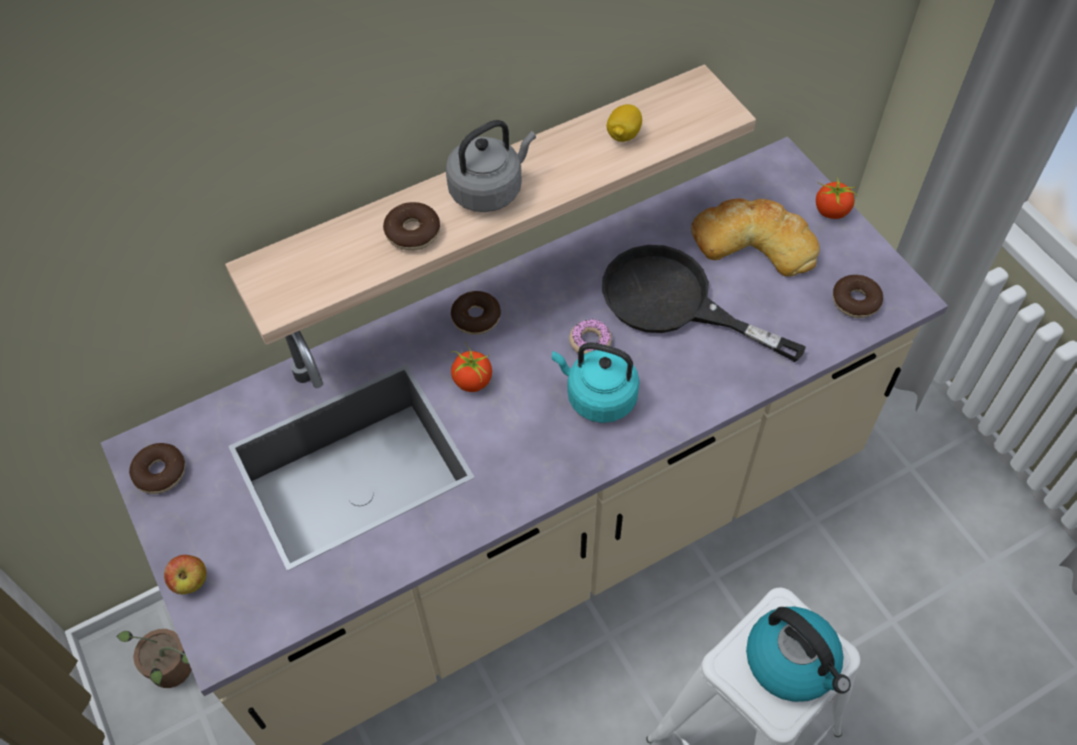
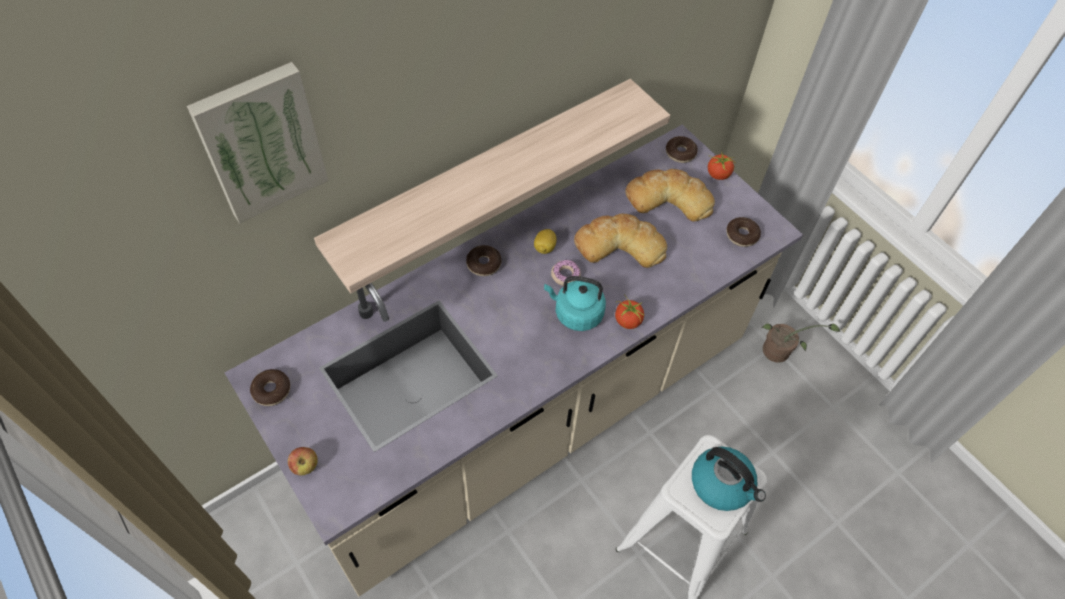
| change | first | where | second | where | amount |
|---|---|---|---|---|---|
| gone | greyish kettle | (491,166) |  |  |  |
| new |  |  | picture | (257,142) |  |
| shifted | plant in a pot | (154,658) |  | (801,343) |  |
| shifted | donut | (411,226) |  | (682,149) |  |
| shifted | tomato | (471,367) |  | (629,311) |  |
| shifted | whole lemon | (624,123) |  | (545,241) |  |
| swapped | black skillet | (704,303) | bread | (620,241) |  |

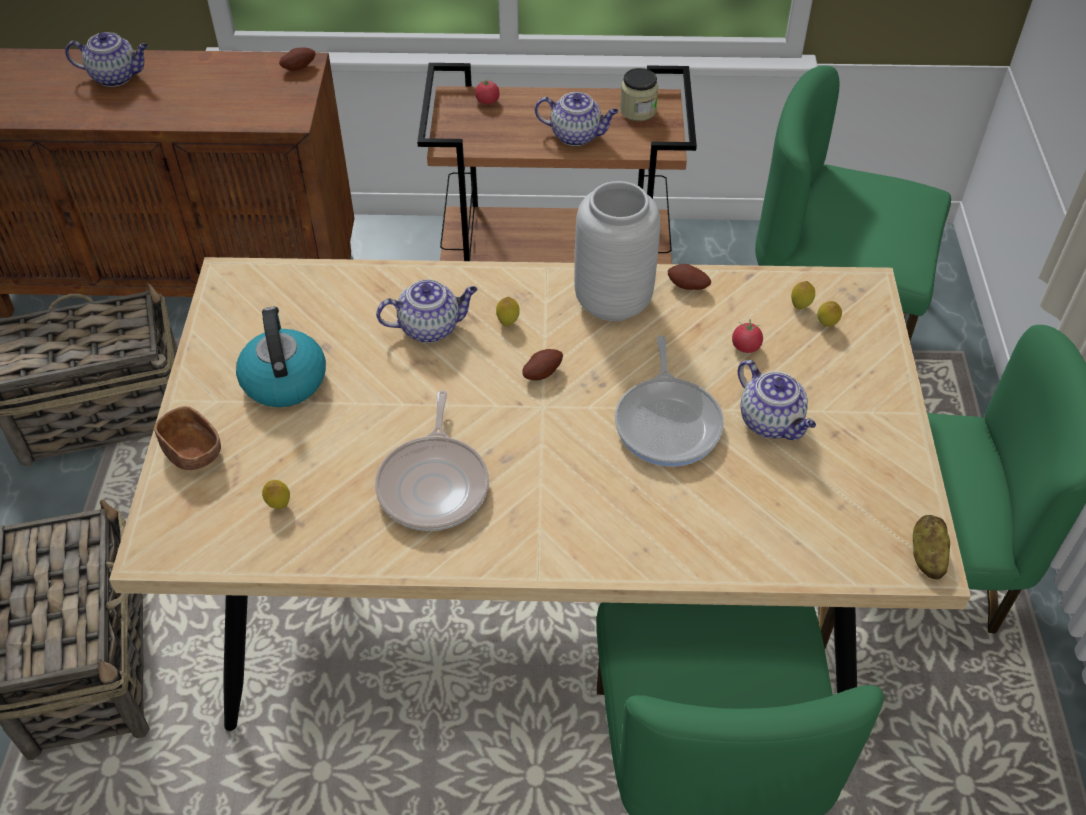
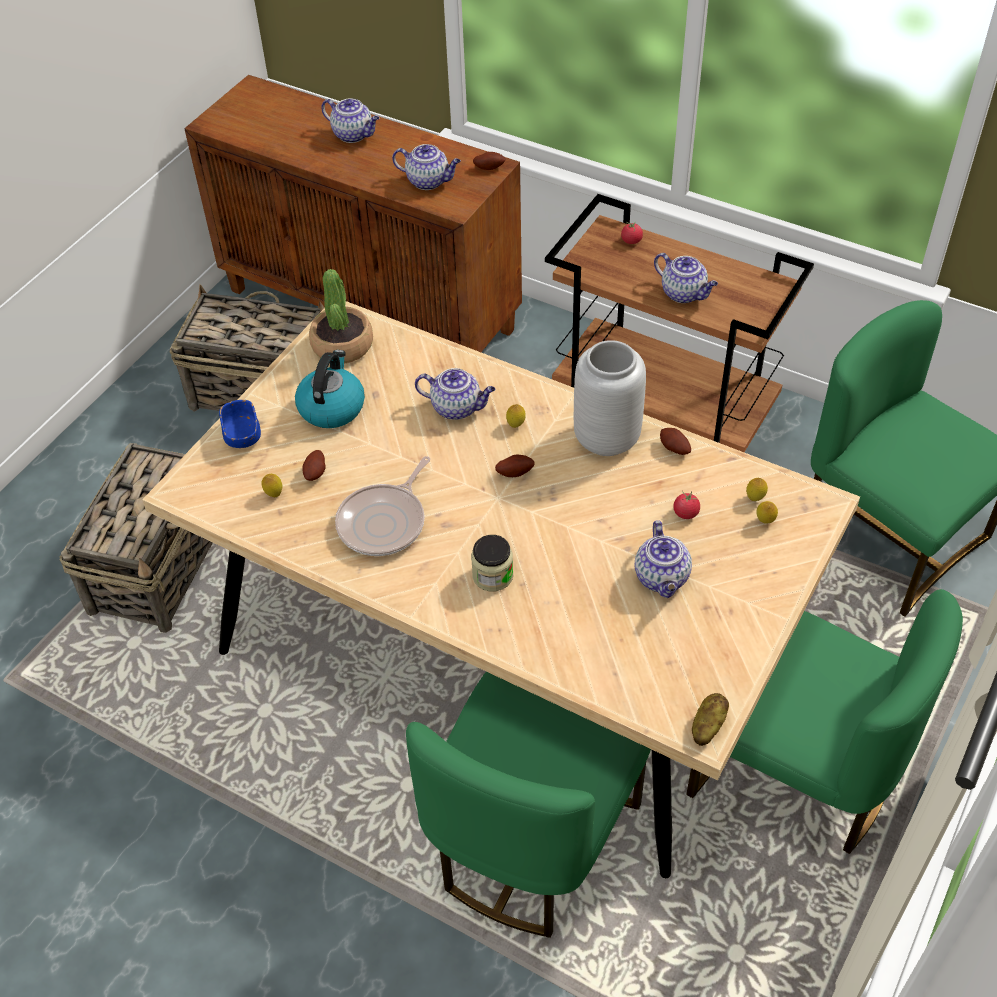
| change | first | where | second | where | amount |
|---|---|---|---|---|---|
| gone | skillet | (669,401) |  |  |  |
| new |  |  | spud | (314,465) |  |
| new |  |  | plant in a pot | (341,316) |  |
| new |  |  | tea pot | (426,167) |  |
| shifted | storage jar | (639,94) |  | (492,563) |  |
| repainted | brown deep dish | (187,438) | blue-coloured deep dish | (240,424) |  |

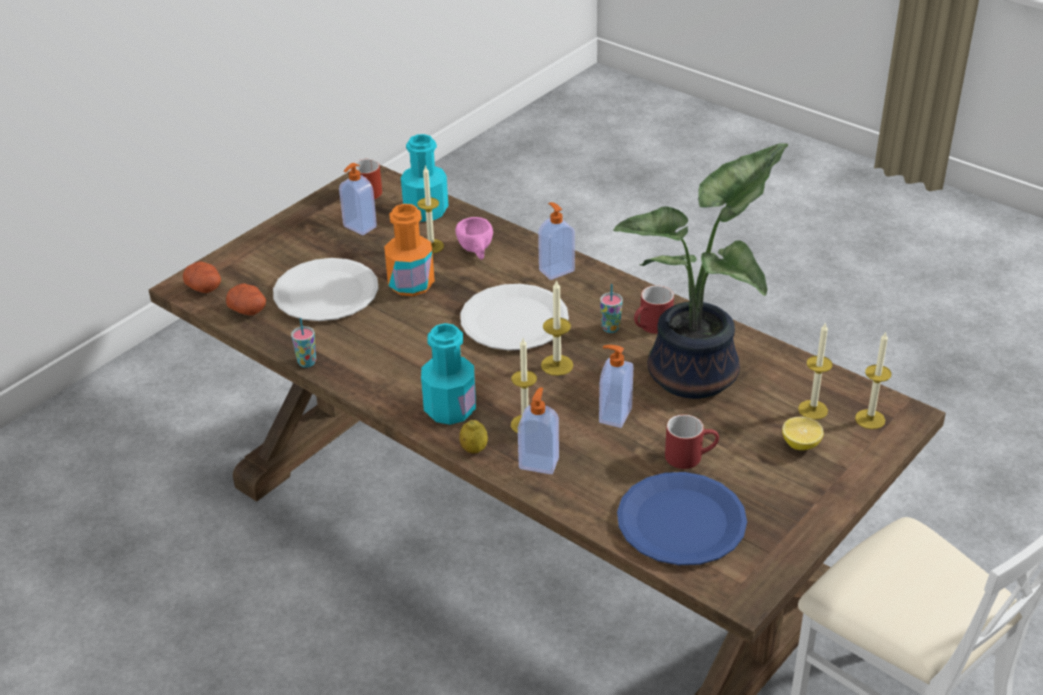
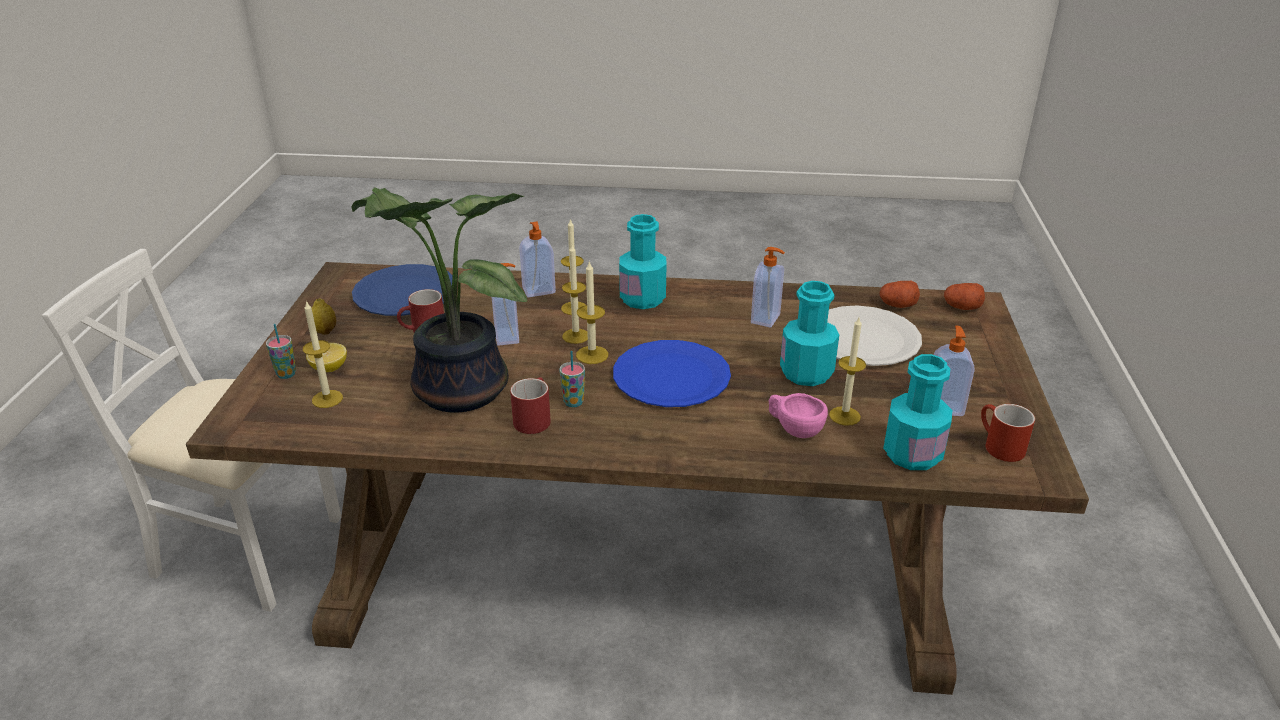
| change | first | where | second | where | amount |
|---|---|---|---|---|---|
| shifted | small cup | (303,343) |  | (281,351) |  |
| shifted | whole lemon | (473,437) |  | (324,316) |  |
| shifted | liquid soap bottle | (556,241) |  | (768,287) |  |
| shifted | candle | (873,380) |  | (575,294) |  |
| repainted | orange drink bottle | (409,250) | turquoise drink bottle | (809,333) |  |
| repainted | whitish plate | (514,317) | blue-coloured plate | (672,373) |  |

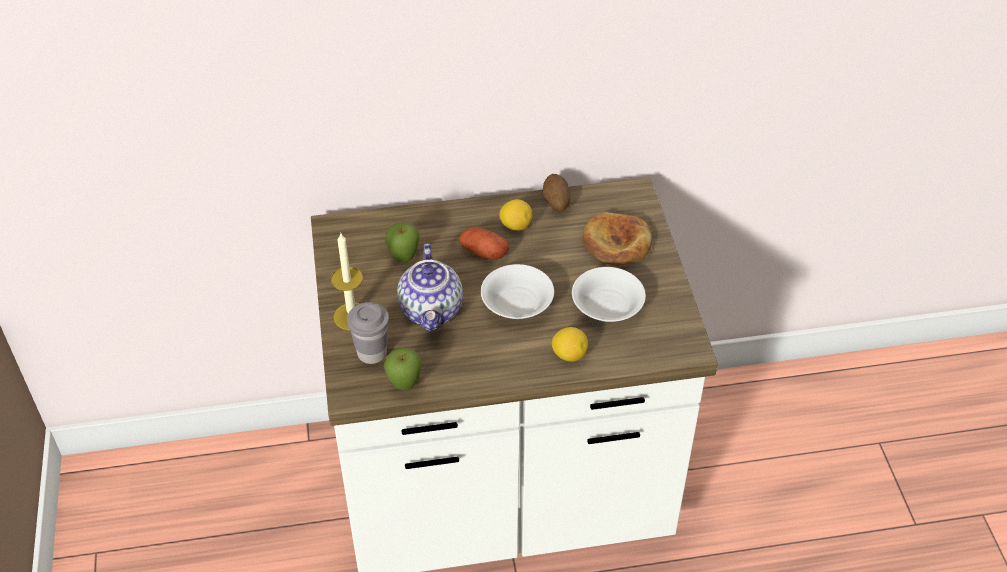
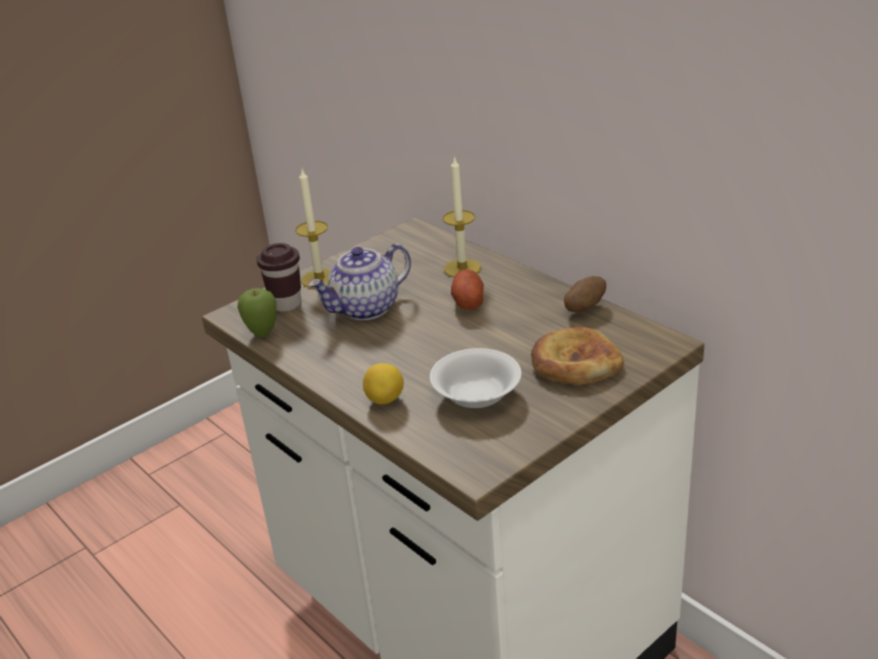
| change | first | where | second | where | amount |
|---|---|---|---|---|---|
| gone | apple fruit | (402,243) |  |  |  |
| gone | whitish deep dish | (517,291) |  |  |  |
| gone | whole lemon | (515,215) |  |  |  |
| new |  |  | candle | (462,216) |  |
| repainted | greyish small cup | (368,333) | brown small cup | (278,277) |  |

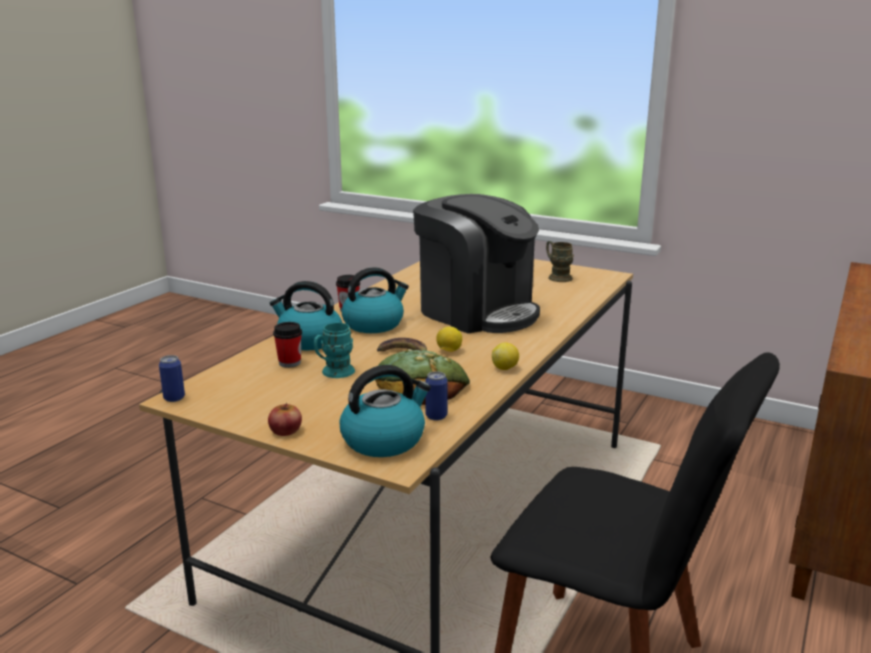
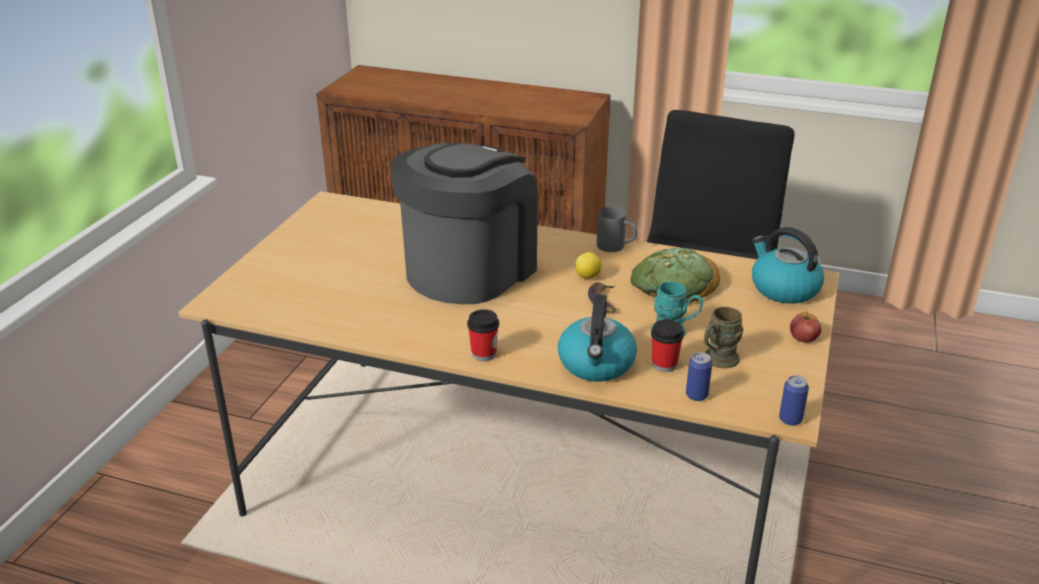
| change | first | where | second | where | amount |
|---|---|---|---|---|---|
| gone | kettle | (375,300) |  |  |  |
| shifted | sealed can | (436,396) |  | (699,376) |  |
| shifted | brown mug | (560,261) |  | (723,337) |  |
| swapped | whole lemon | (505,356) | greyish mug | (617,229) |  |

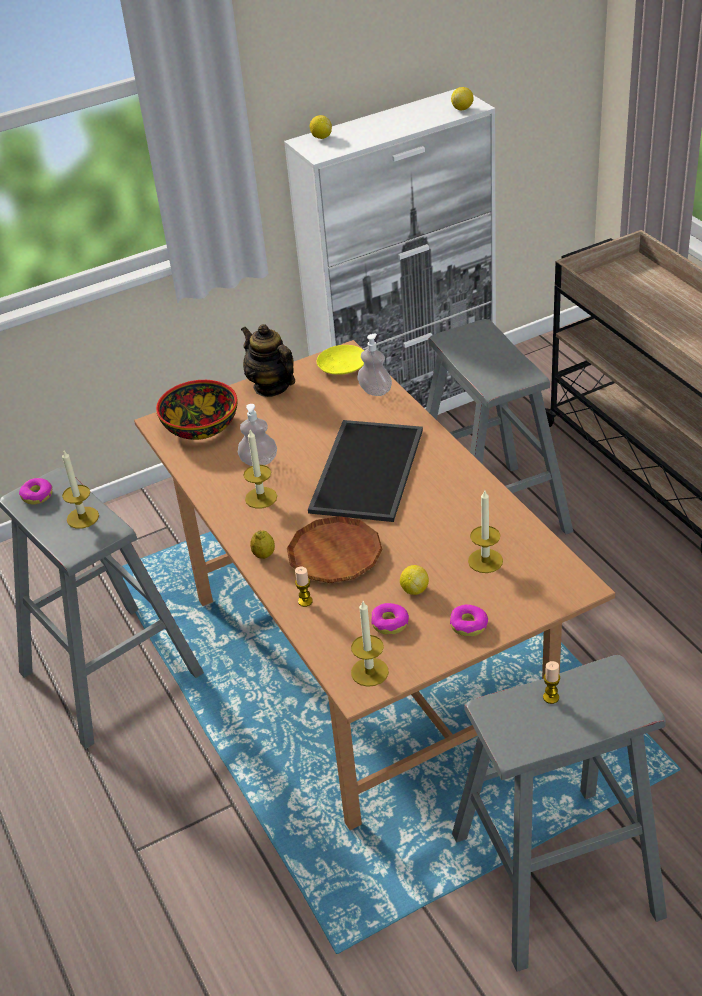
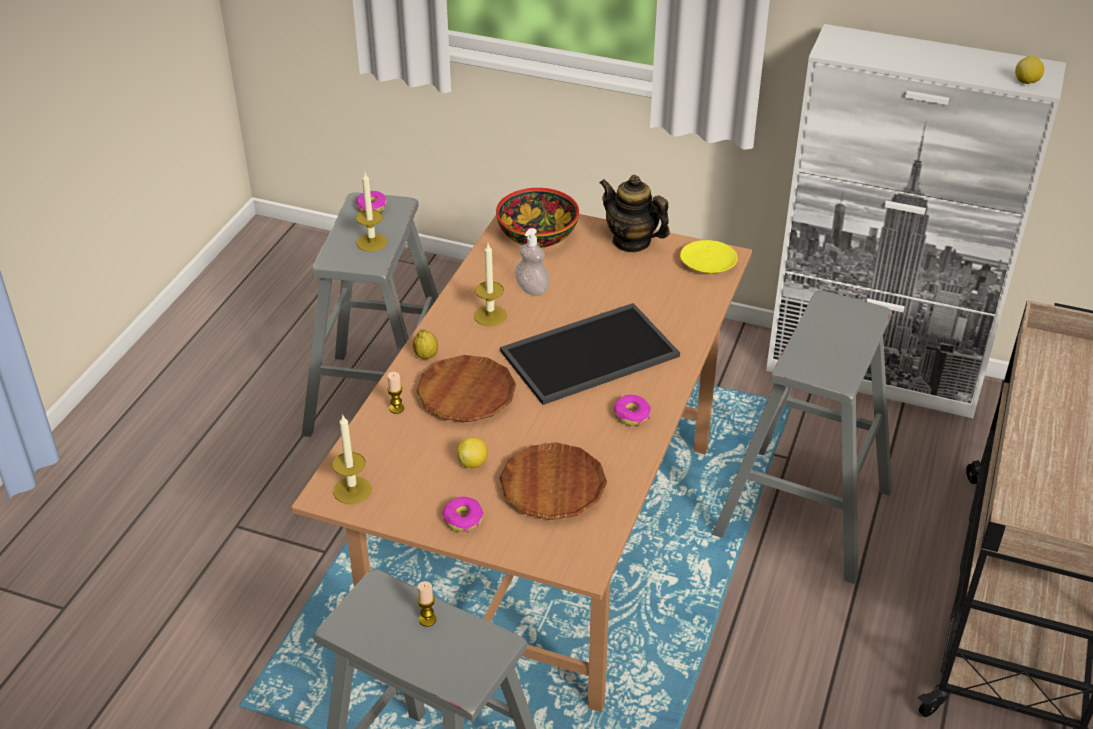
| change | first | where | second | where | amount |
|---|---|---|---|---|---|
| gone | whole lemon | (321,127) |  |  |  |
| gone | liquid soap bottle | (375,365) |  |  |  |
| shifted | donut | (390,619) |  | (632,410) |  |
| swapped | candle | (485,531) | brown plate | (553,481) |  |
| rotated | tea pot | (268,360) |  | (635,213) | 60 degrees counterclockwise |

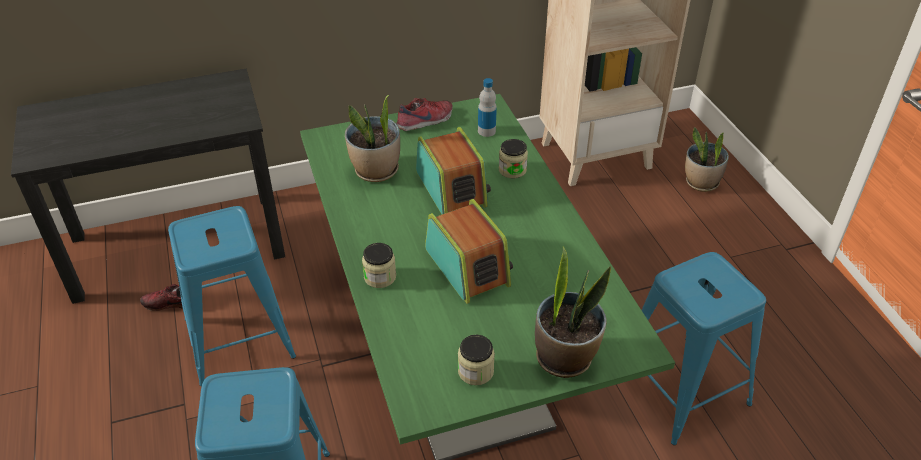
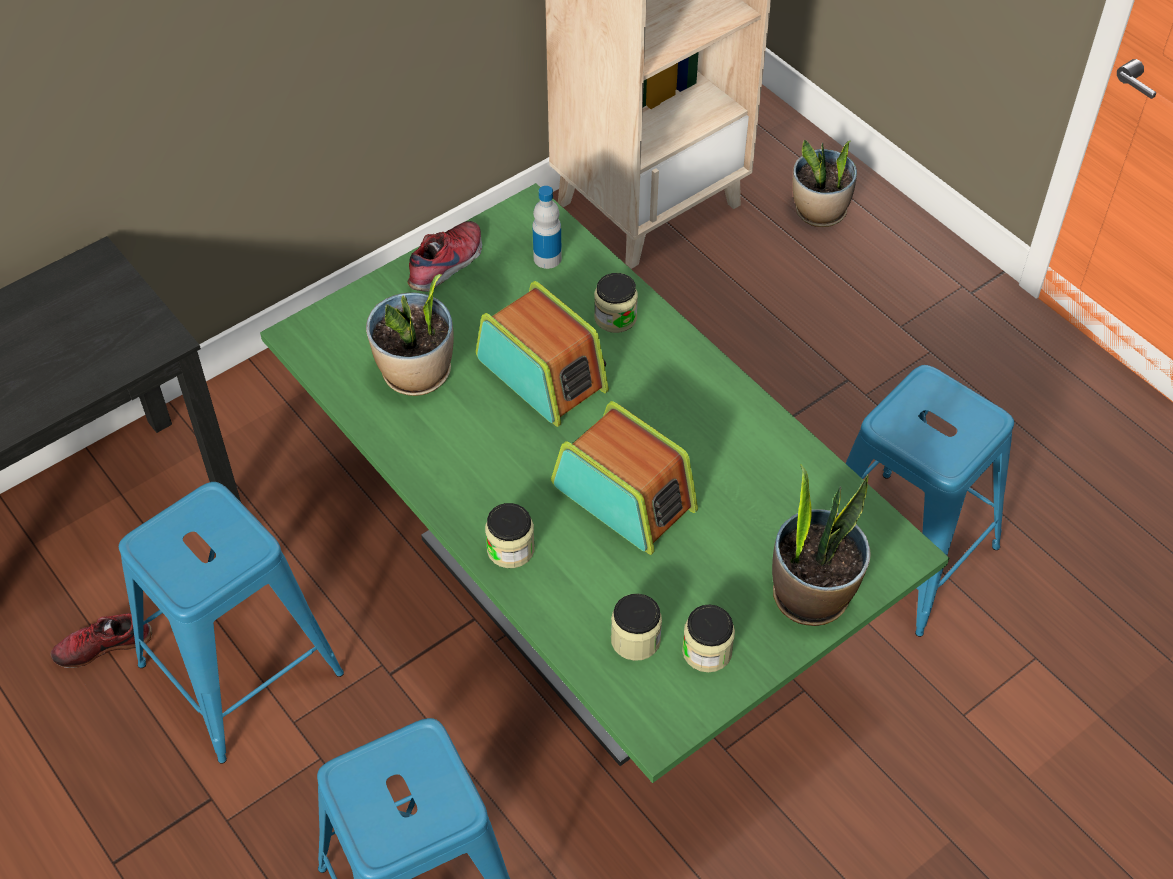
| change | first | where | second | where | amount |
|---|---|---|---|---|---|
| new |  |  | storage jar | (636,627) |  |

